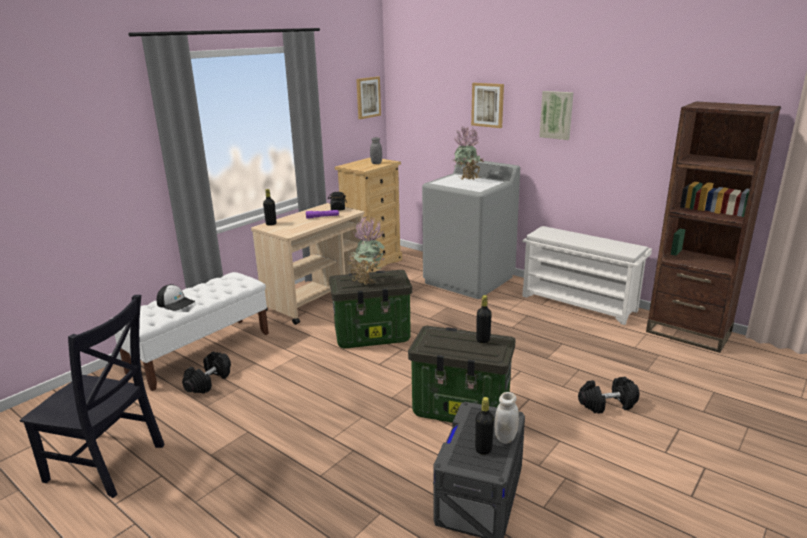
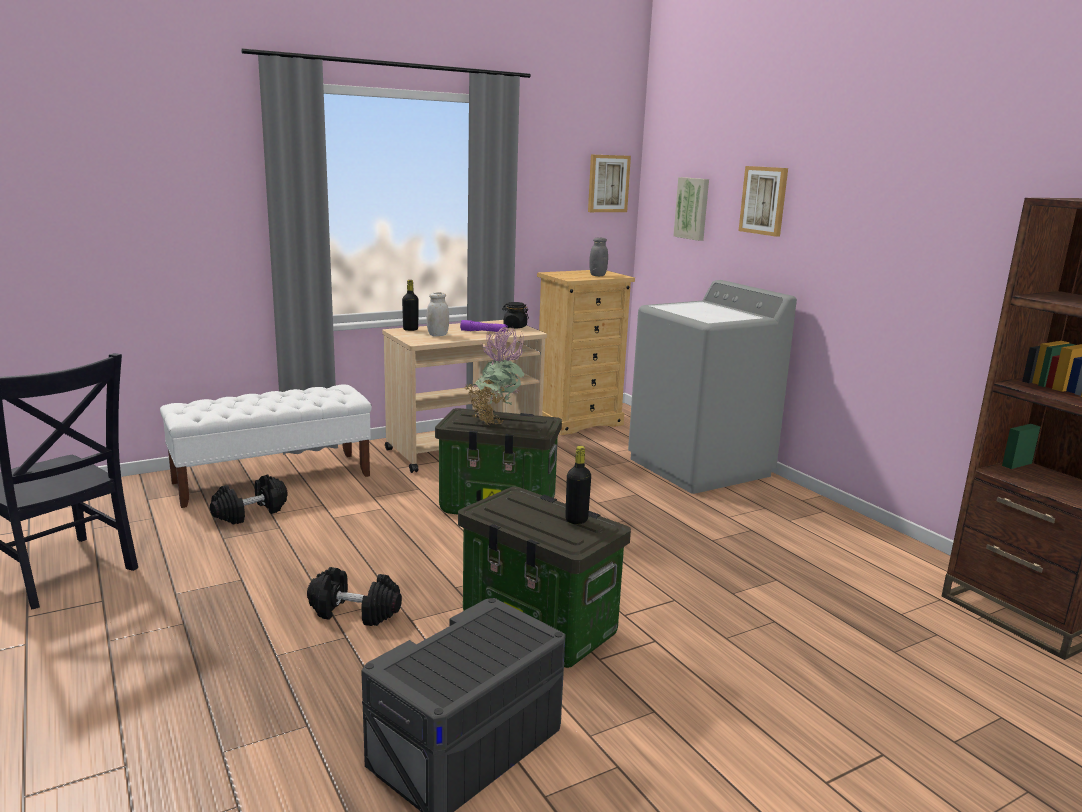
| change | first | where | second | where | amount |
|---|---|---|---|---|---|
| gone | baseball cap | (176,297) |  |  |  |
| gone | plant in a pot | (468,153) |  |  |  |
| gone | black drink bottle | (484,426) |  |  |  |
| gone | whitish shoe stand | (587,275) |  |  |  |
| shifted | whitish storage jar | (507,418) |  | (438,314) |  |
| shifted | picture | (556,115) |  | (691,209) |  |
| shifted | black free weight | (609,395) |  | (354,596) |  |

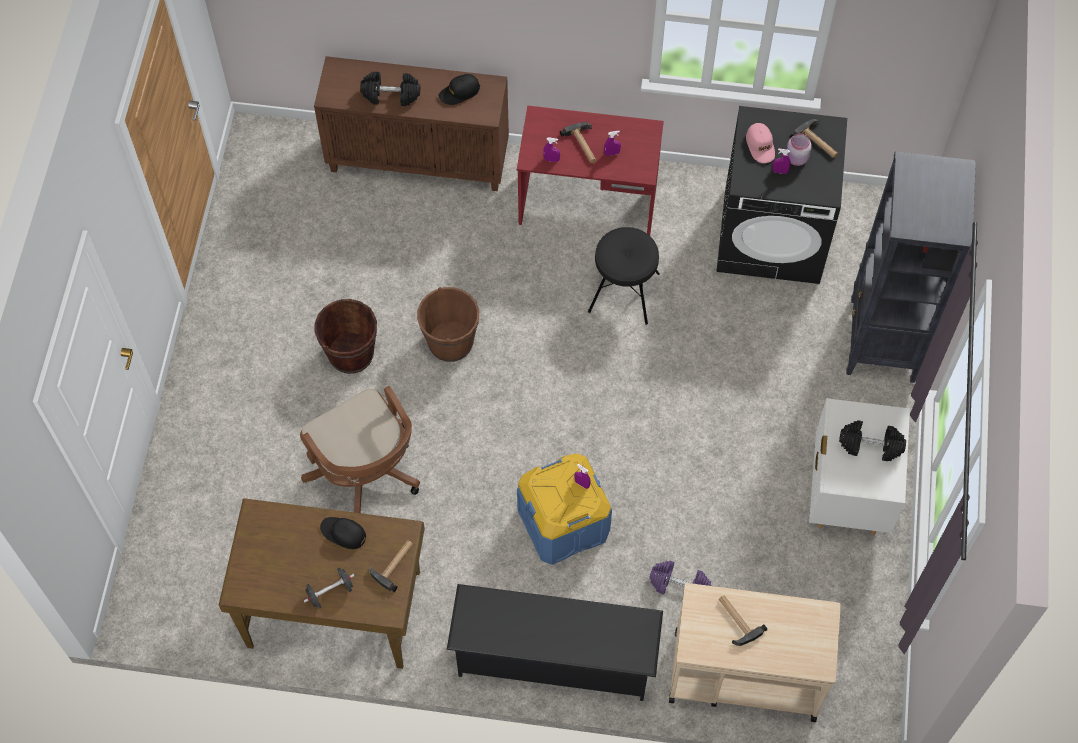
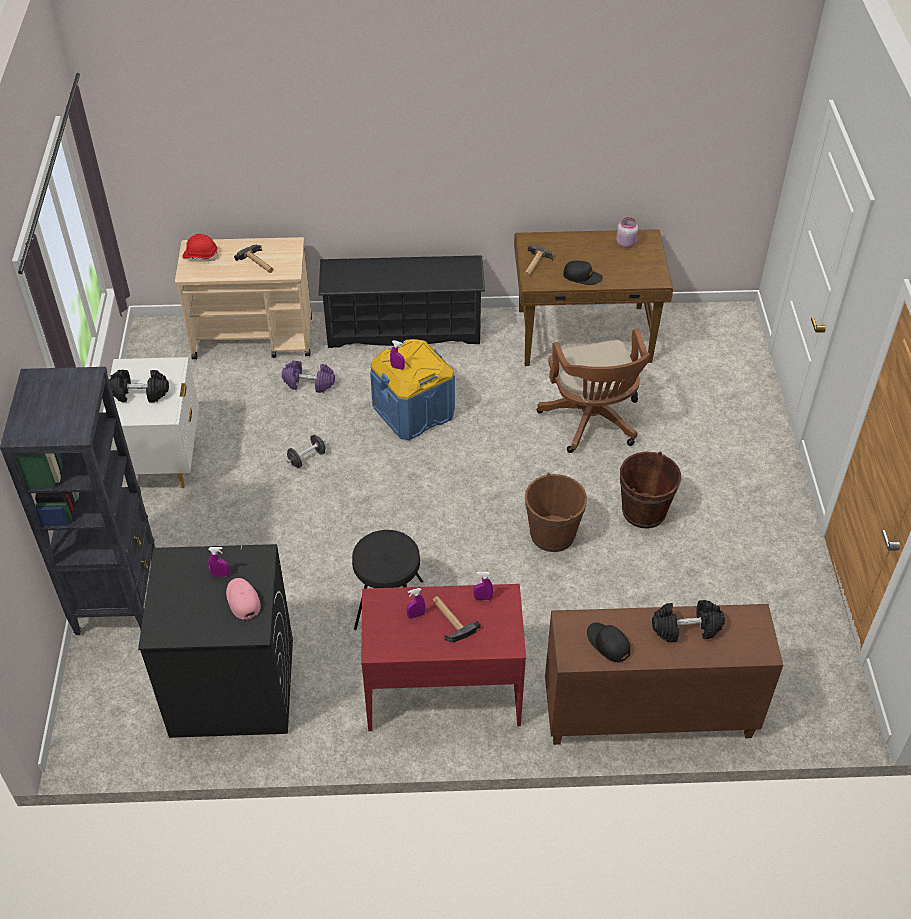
| change | first | where | second | where | amount |
|---|---|---|---|---|---|
| gone | hammer | (814,138) |  |  |  |
| new |  |  | reddish hard hat | (200,247) |  |
| shifted | black free weight | (329,588) |  | (306,451) |  |
| shifted | pink storage jar | (799,150) |  | (627,232) |  |
| rotated | brown office chair | (360,449) |  | (593,391) | 150 degrees counterclockwise |
| rotated | black baseball cap | (459,89) |  | (608,642) | 90 degrees counterclockwise |

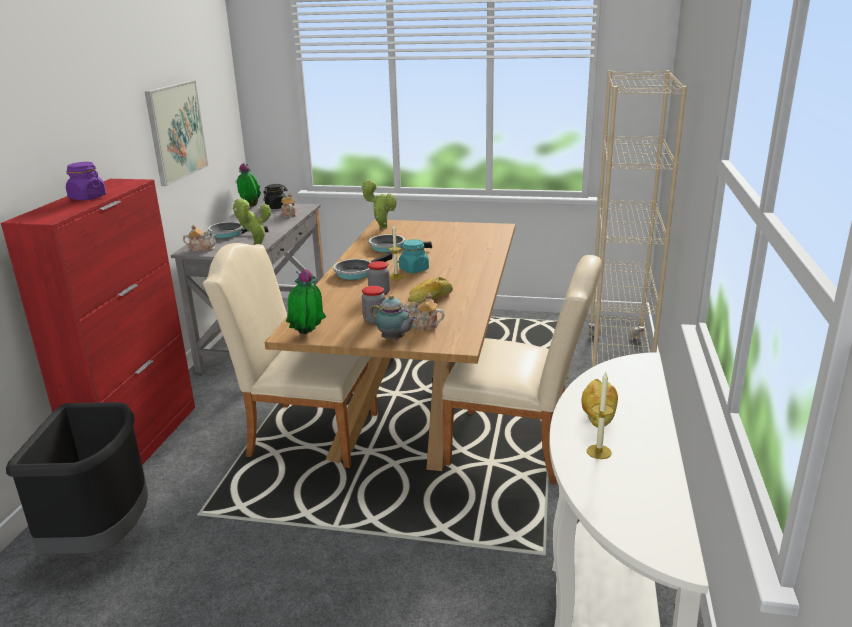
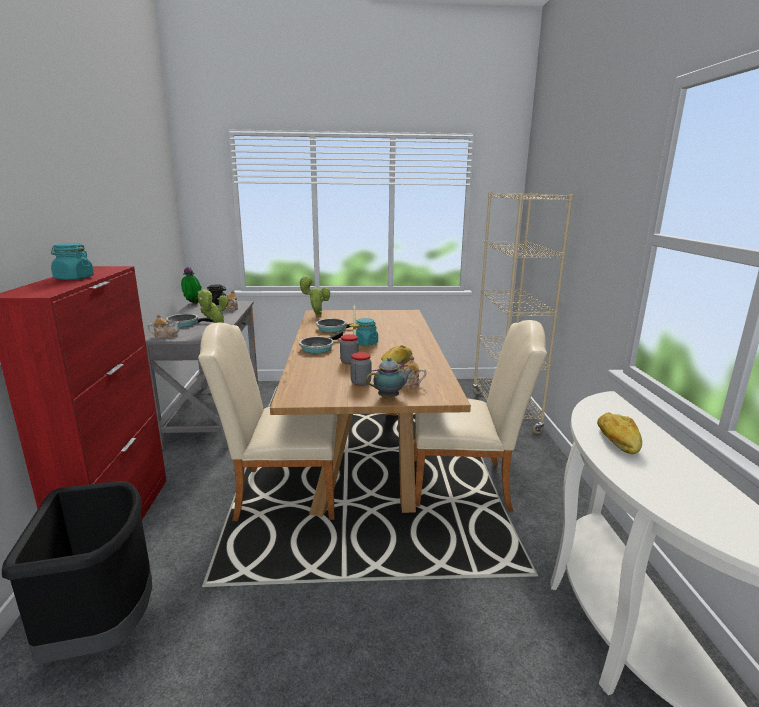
| change | first | where | second | where | amount |
|---|---|---|---|---|---|
| gone | picture | (176,133) |  |  |  |
| gone | plant in a pot | (306,301) |  |  |  |
| gone | candle | (600,415) |  |  |  |
| repainted | purple-coloured storage jar | (86,181) | turquoise storage jar | (72,261) |  |
| rotated | tea pot | (393,318) |  | (389,377) | 45 degrees counterclockwise |

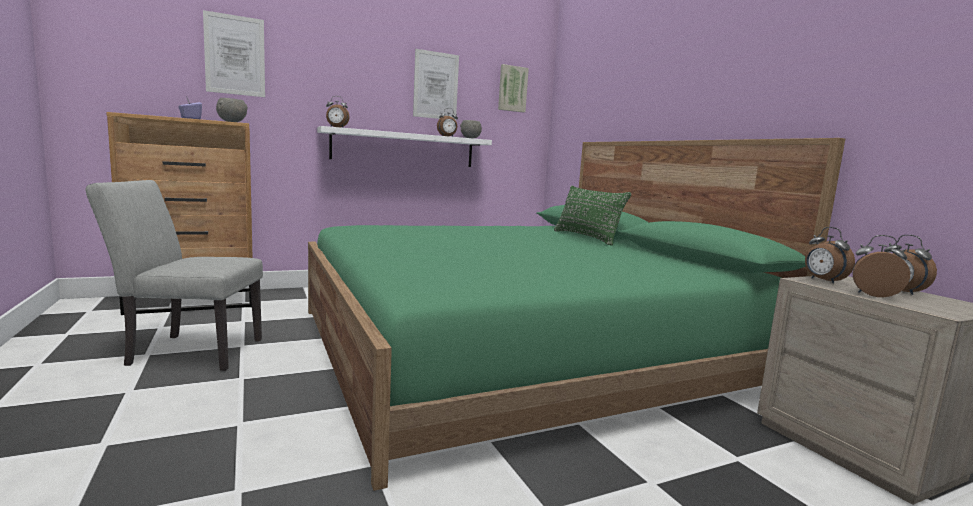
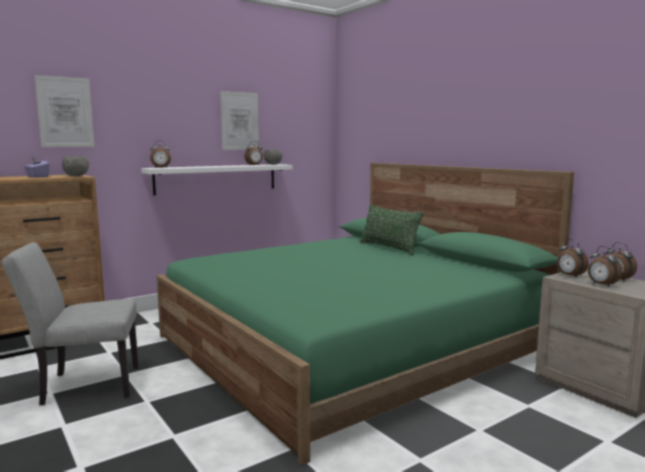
| change | first | where | second | where | amount |
|---|---|---|---|---|---|
| gone | picture | (513,88) |  |  |  |
| rotated | bedside clock | (881,266) |  | (605,266) | 135 degrees counterclockwise |

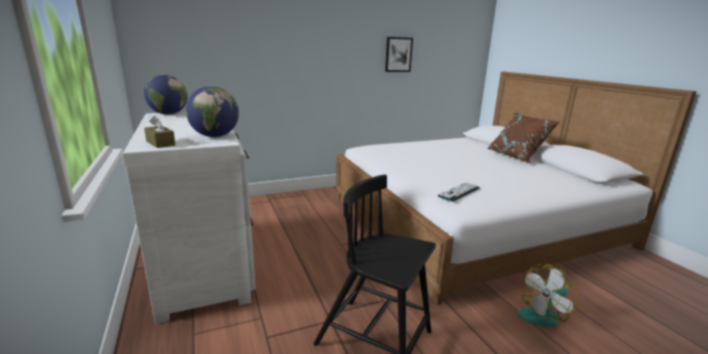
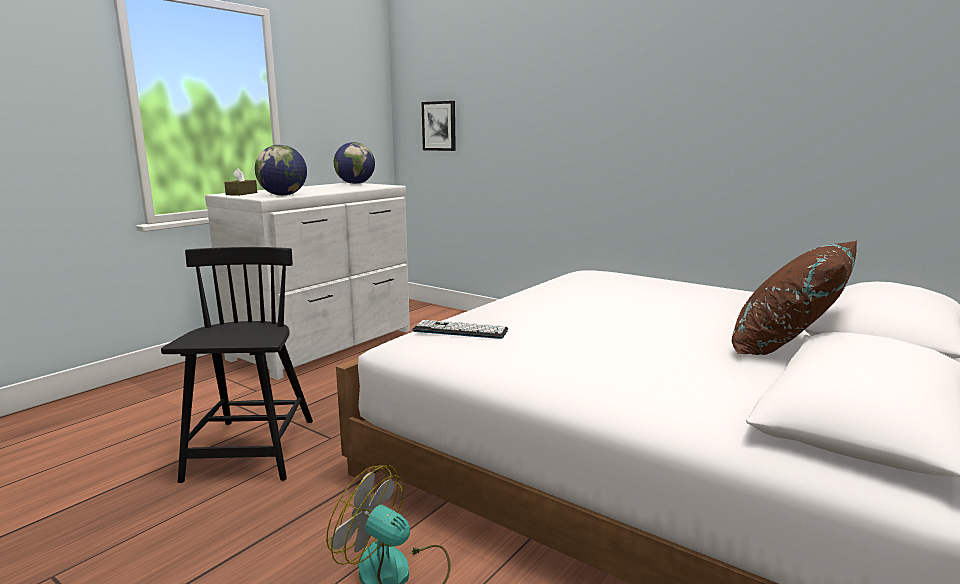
| change | first | where | second | where | amount |
|---|---|---|---|---|---|
| shifted | picture | (399,54) |  | (438,126) |  |

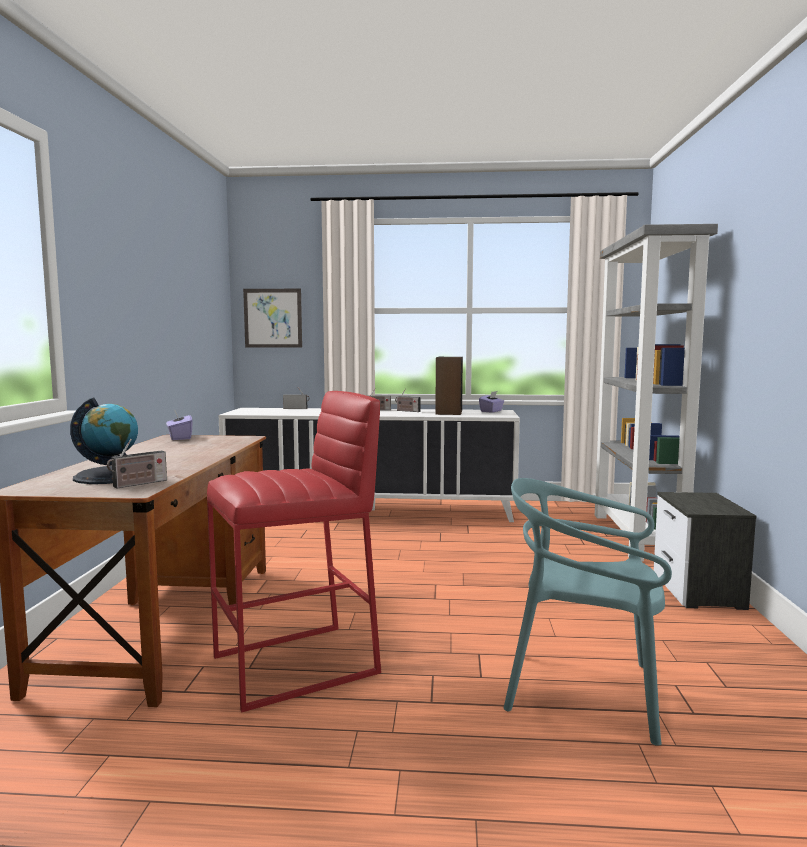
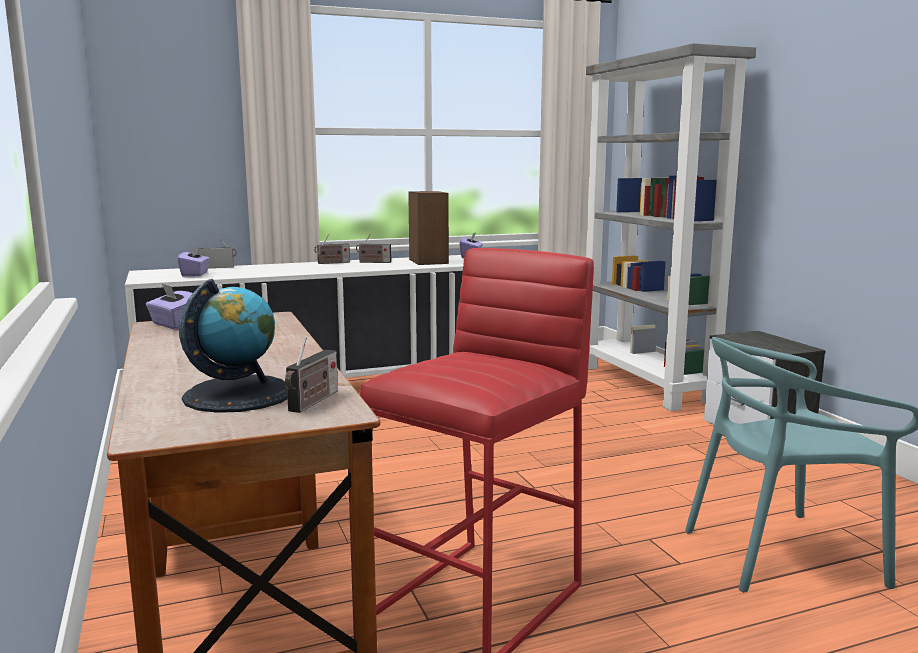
| change | first | where | second | where | amount |
|---|---|---|---|---|---|
| gone | picture | (272,318) |  |  |  |
| new |  |  | purple-coloured box of tissues | (193,261) |  |

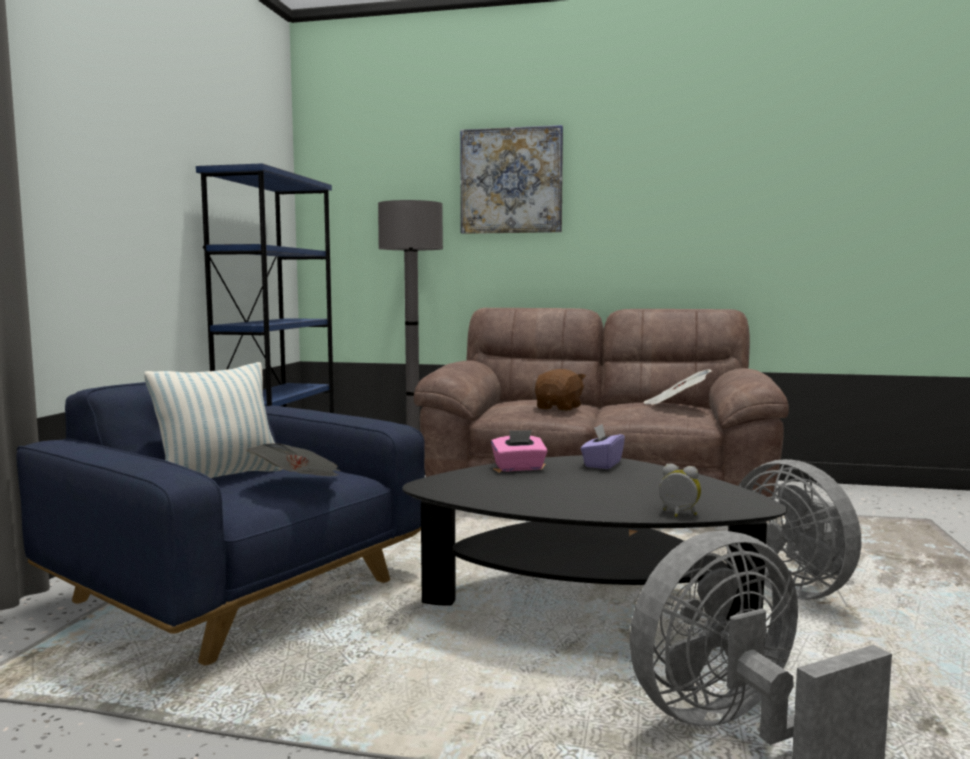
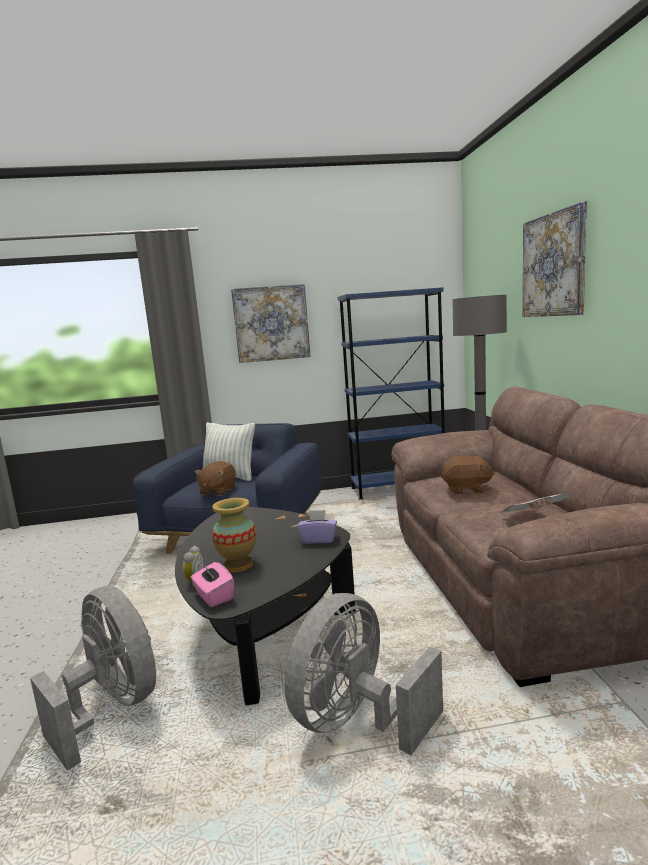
| change | first | where | second | where | amount |
|---|---|---|---|---|---|
| new |  |  | flower vase | (234,535) |  |
| new |  |  | picture | (271,323) |  |
| shifted | pink box of tissues | (519,450) |  | (212,584) |  |
| swapped | daily paper | (293,459) | brown cuddly toy | (214,478) |  |

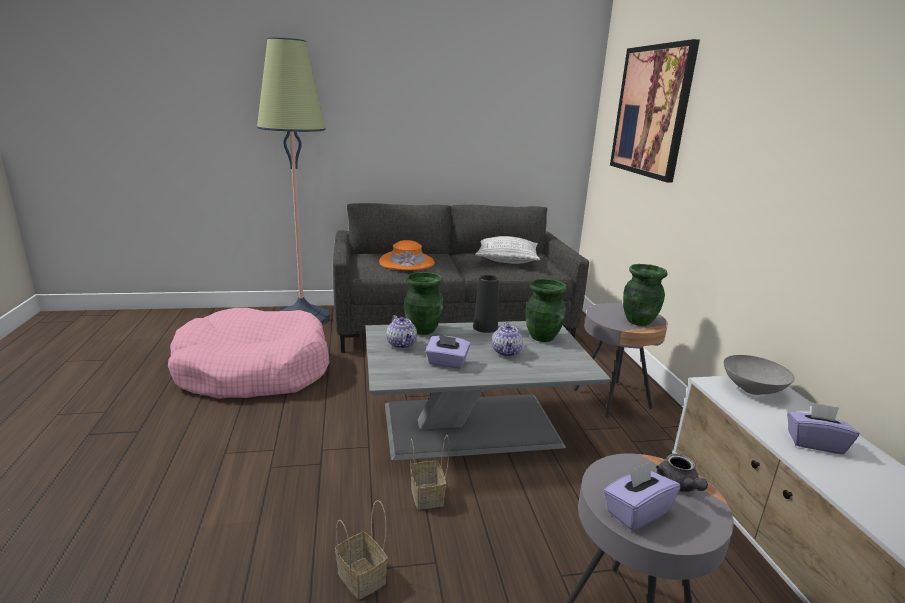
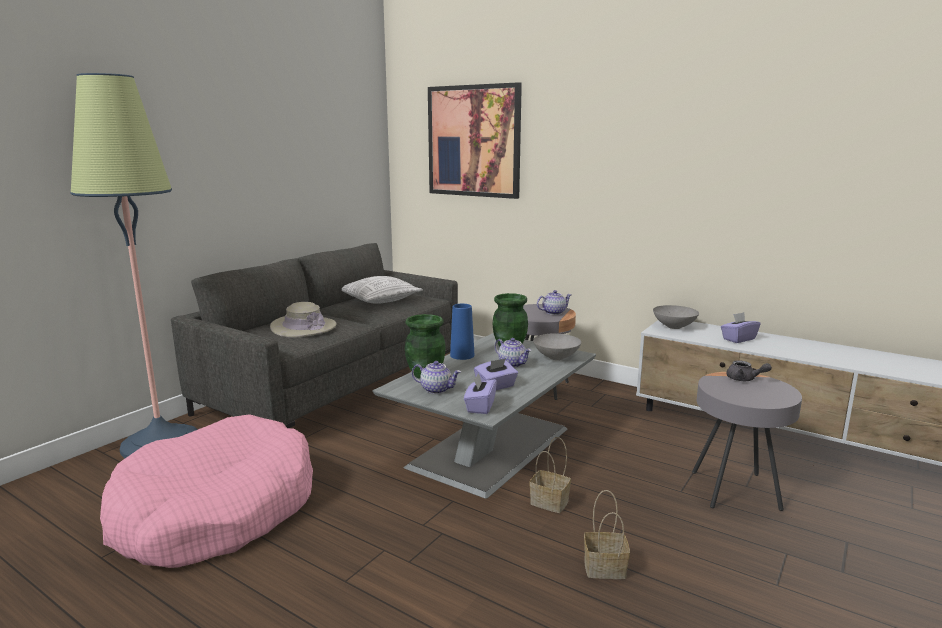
| change | first | where | second | where | amount |
|---|---|---|---|---|---|
| new |  |  | greyish deep dish | (557,347) |  |
| shifted | purple-coloured box of tissues | (642,496) |  | (480,393) |  |
| swapped | greenish flower vase | (645,295) | tea pot | (554,302) |  |
| repainted | orange wearable hat | (407,255) | beige wearable hat | (303,320) |  |
| repainted | black flower vase | (486,304) | blue-coloured flower vase | (462,332) |  |

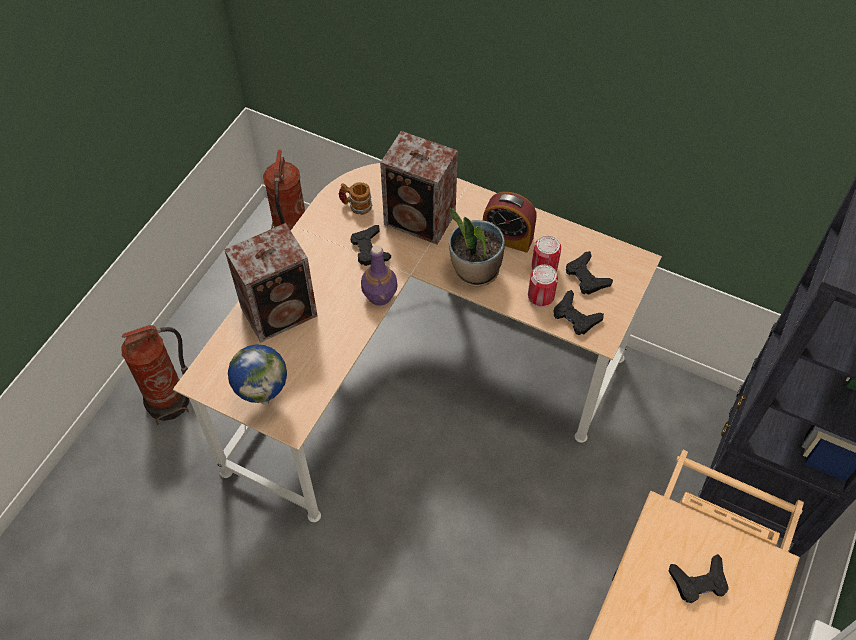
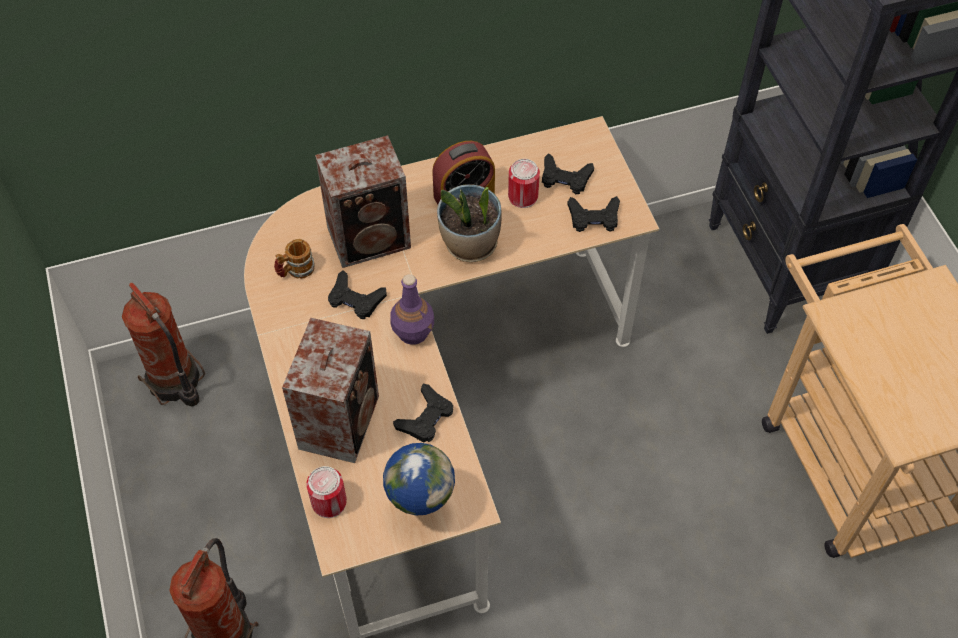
| change | first | where | second | where | amount |
|---|---|---|---|---|---|
| shifted | sealed can | (543,286) |  | (326,492) |  |
| shifted | black game controller | (699,578) |  | (423,413) |  |

